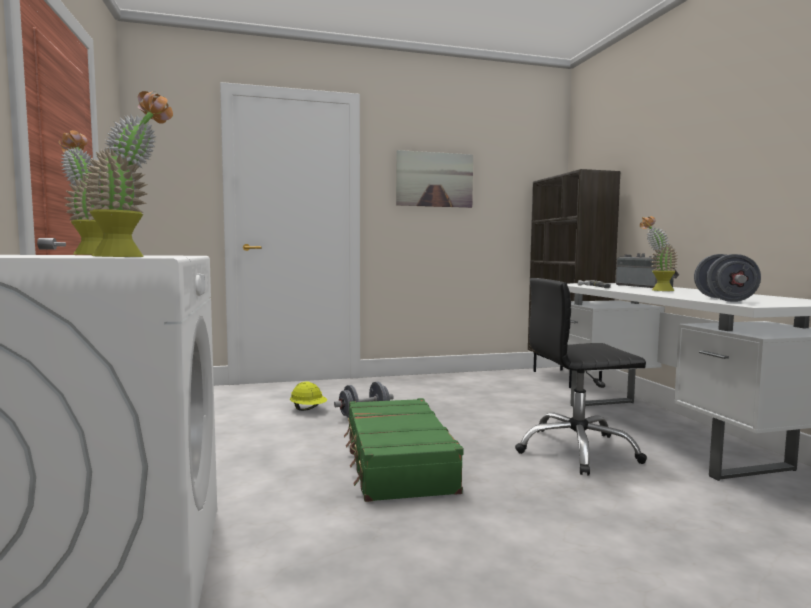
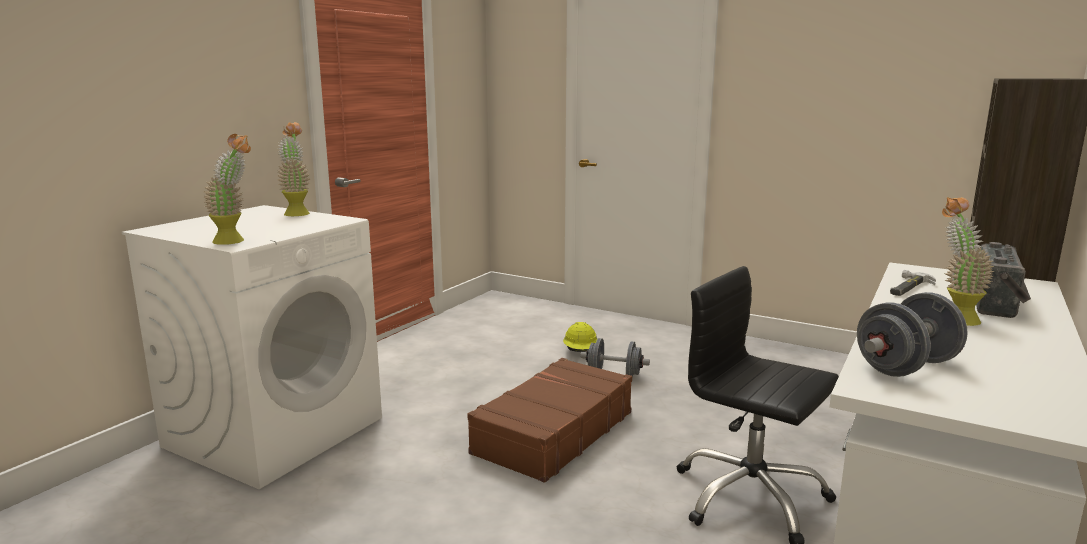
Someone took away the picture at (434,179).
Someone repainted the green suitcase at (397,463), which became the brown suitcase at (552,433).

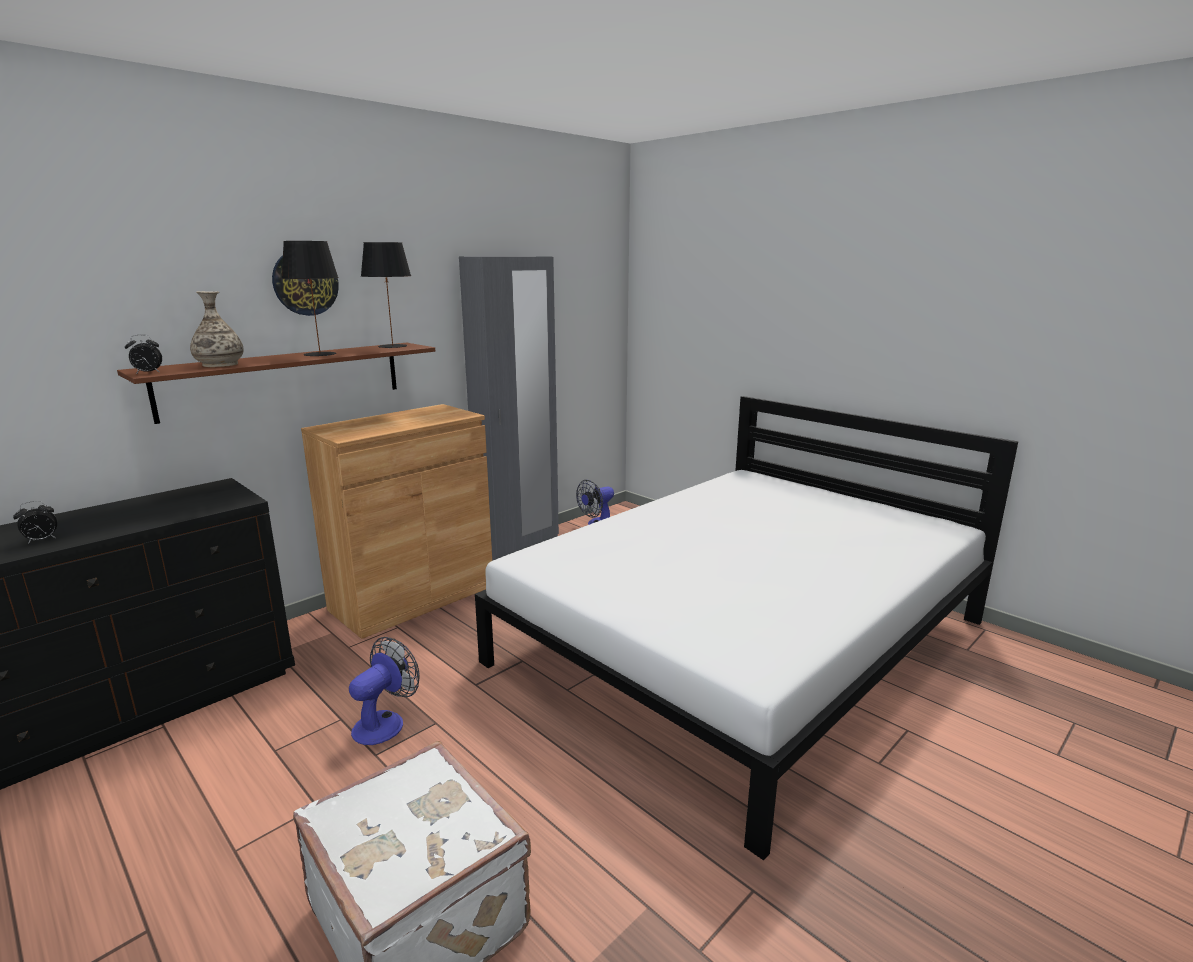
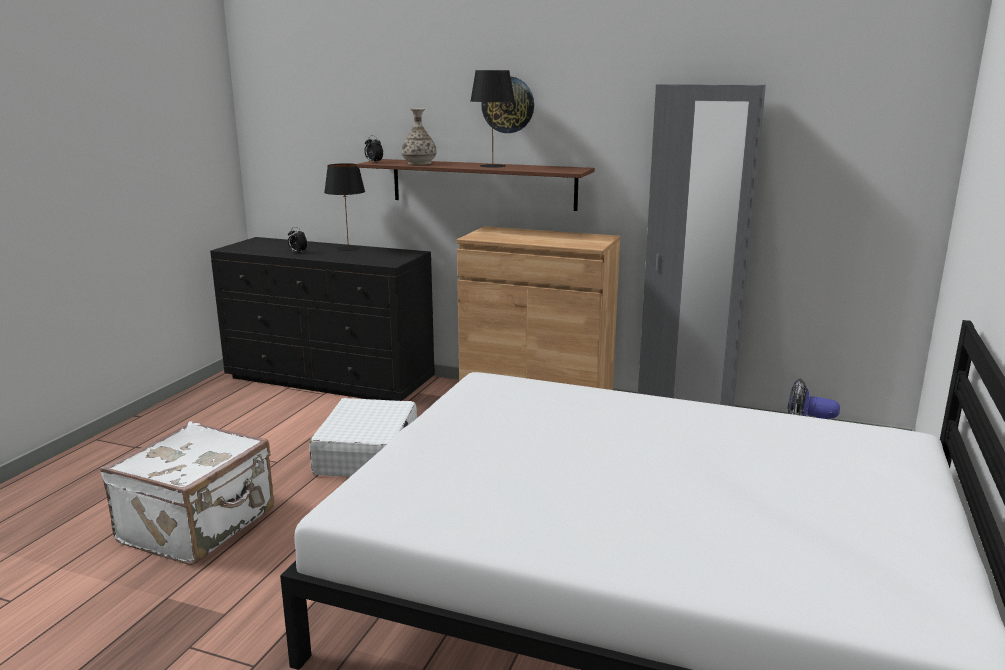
Someone carried the black table lamp from (392,346) to (348,248).
Someone swapped the fan at (385,722) for the white suitcase at (368,453).

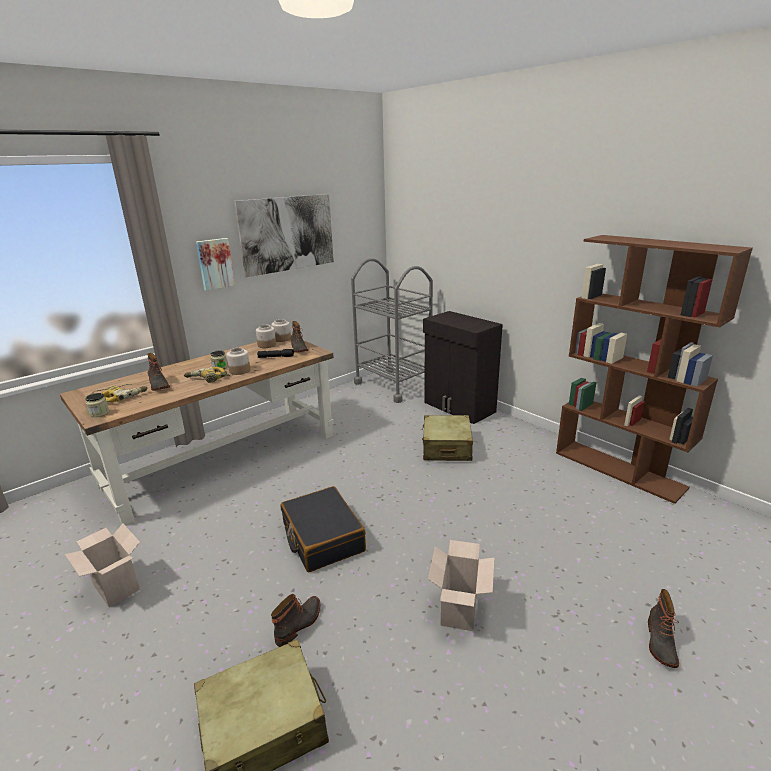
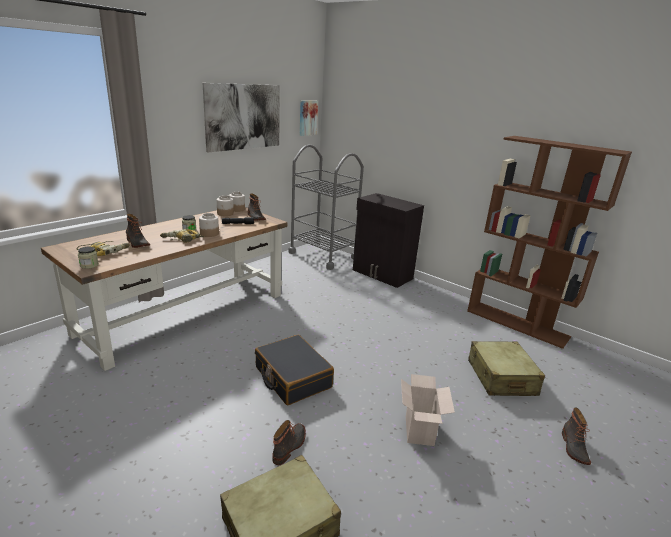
Someone carried the picture from (215,263) to (307,117).
Someone carried the beige suitcase from (446,447) to (501,378).
Someone took away the cardboard box at (114,587).

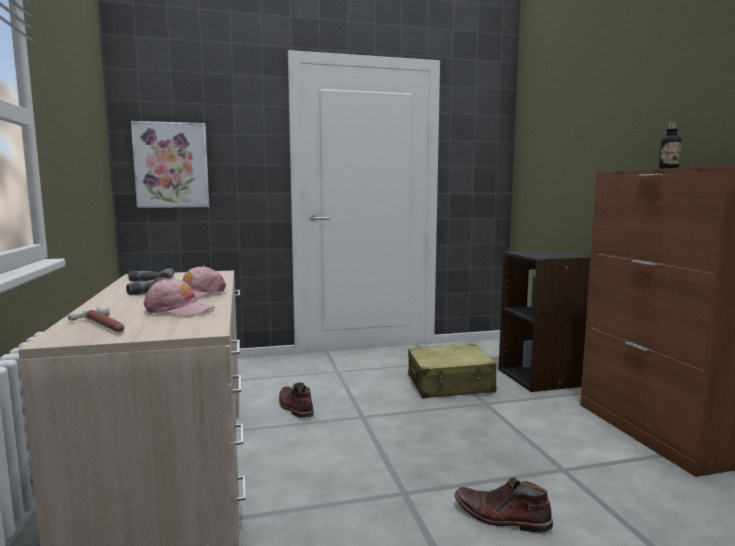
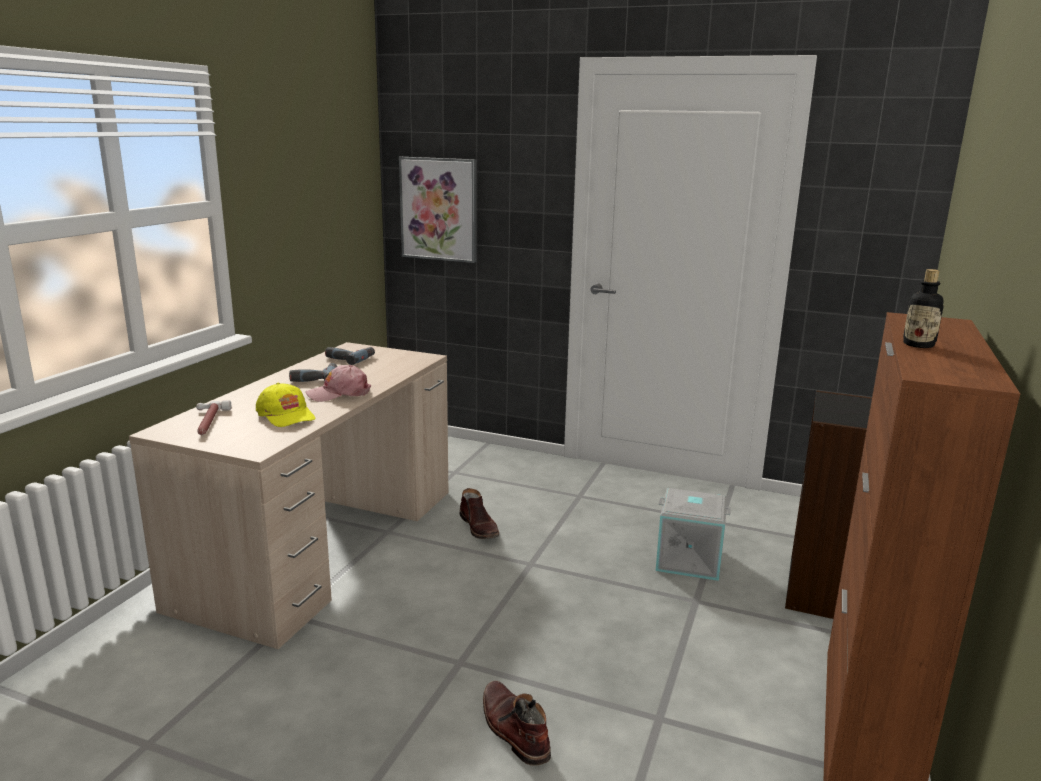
Someone repainted the pink cap at (179,310), which became the yellow cap at (286,415).
Someone swapped the beige suitcase at (450,384) for the grey storage box at (689,559).
Someone rotated the brown boot at (294,407) by 150 degrees clockwise.

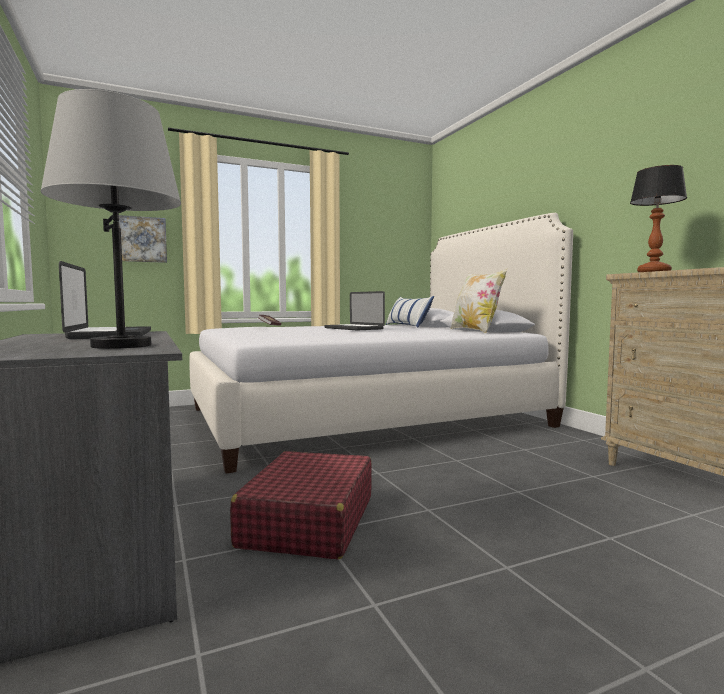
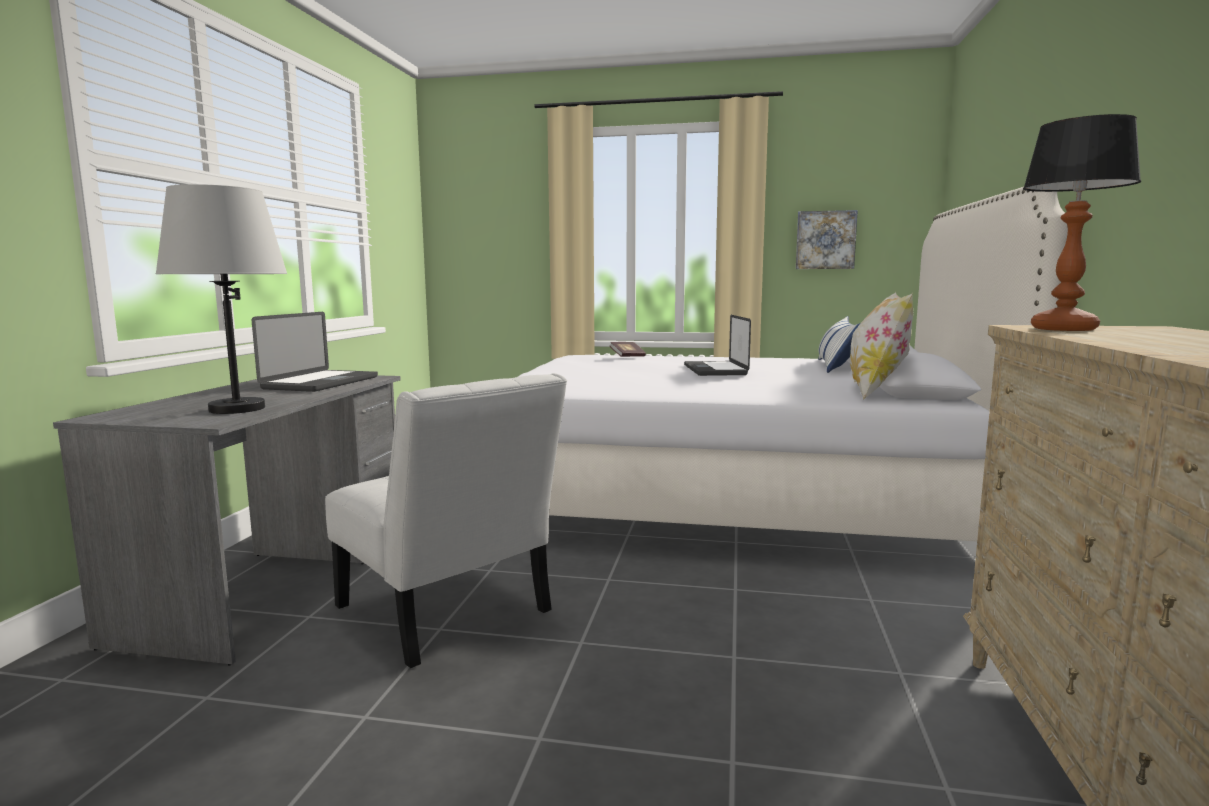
Someone carried the picture from (142,239) to (825,240).
Someone swapped the red suitcase at (308,521) for the white chair at (448,614).

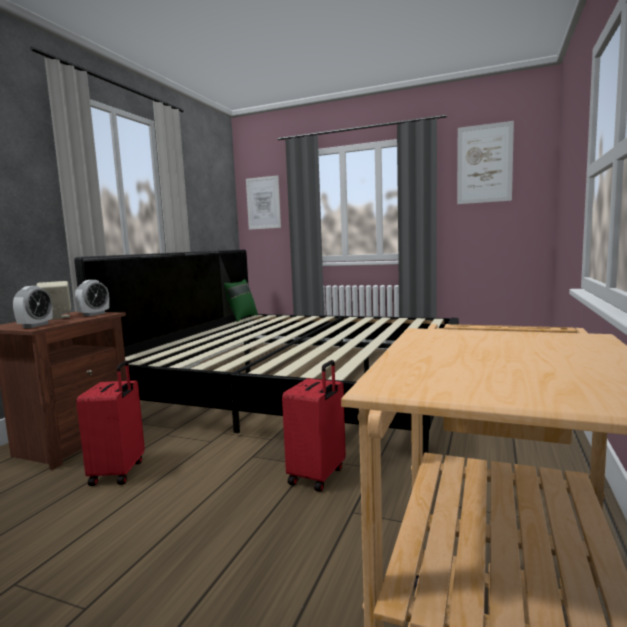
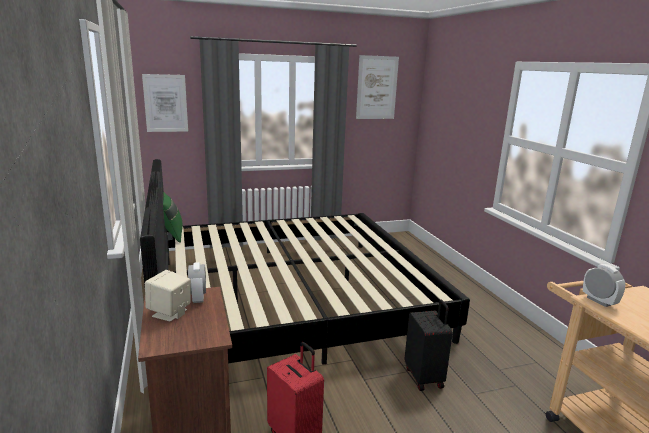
Someone carried the alarm clock from (35,325) to (599,301).
Someone repainted the red suitcase at (318,476), which became the black suitcase at (424,377).

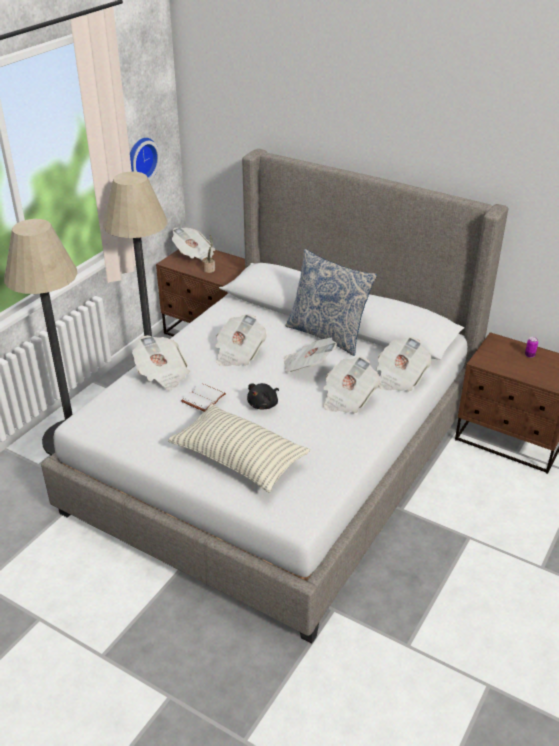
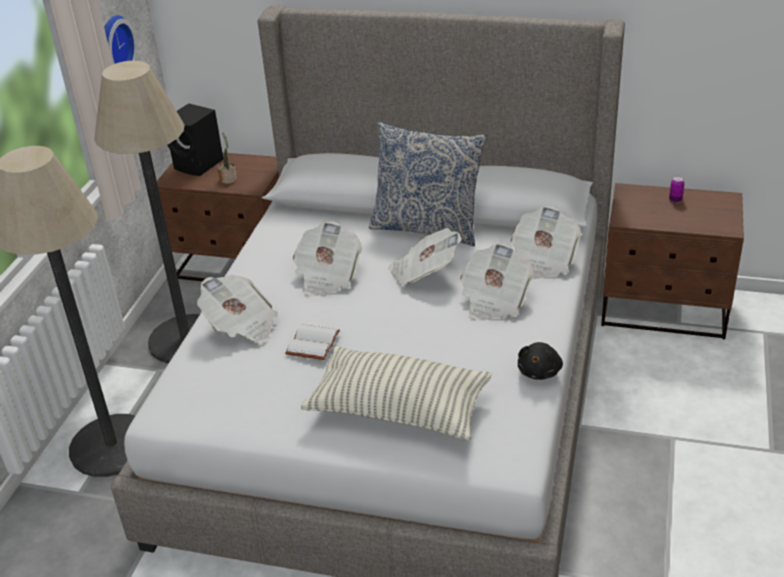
Someone swapped the newspaper at (194,255) for the black speaker at (199,165).
Someone carried the black plush toy from (264,404) to (540,371).

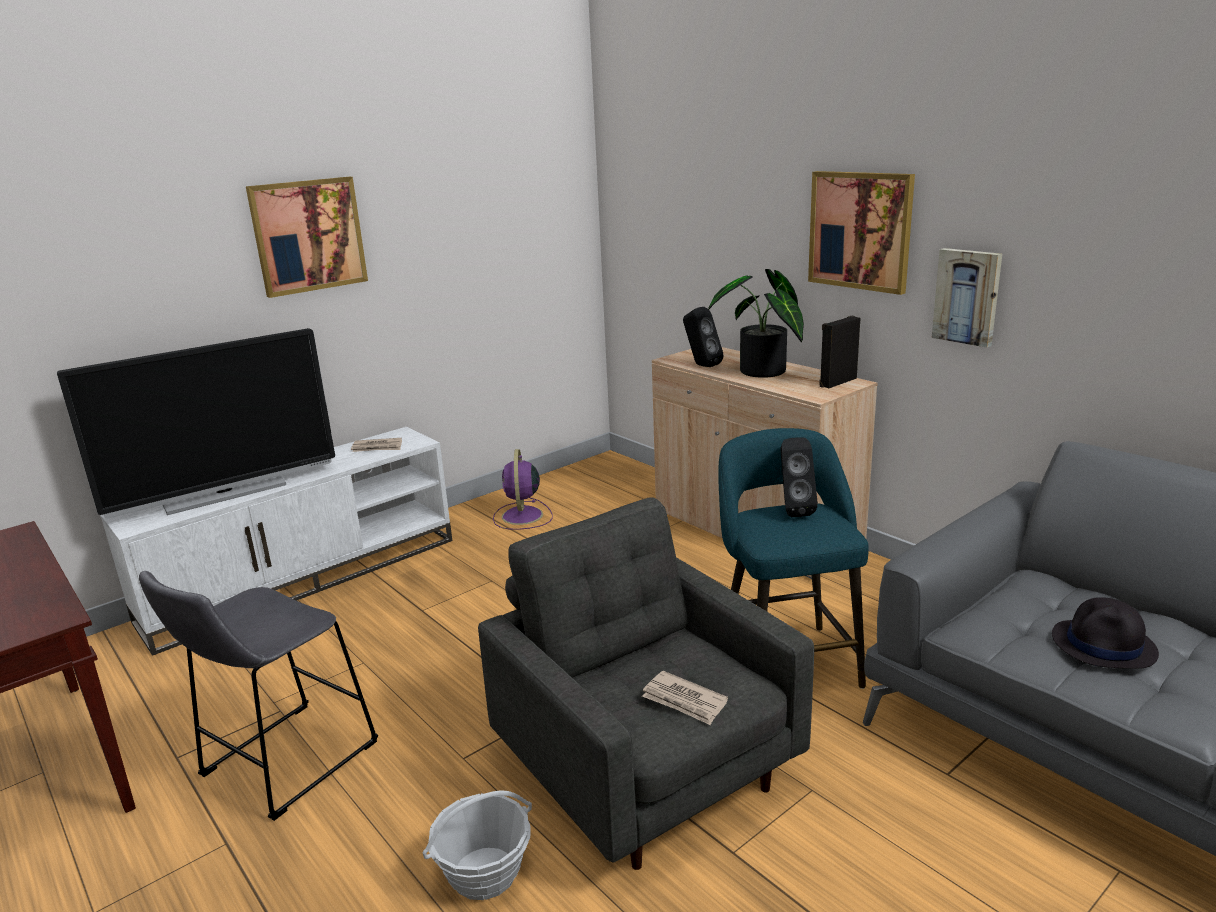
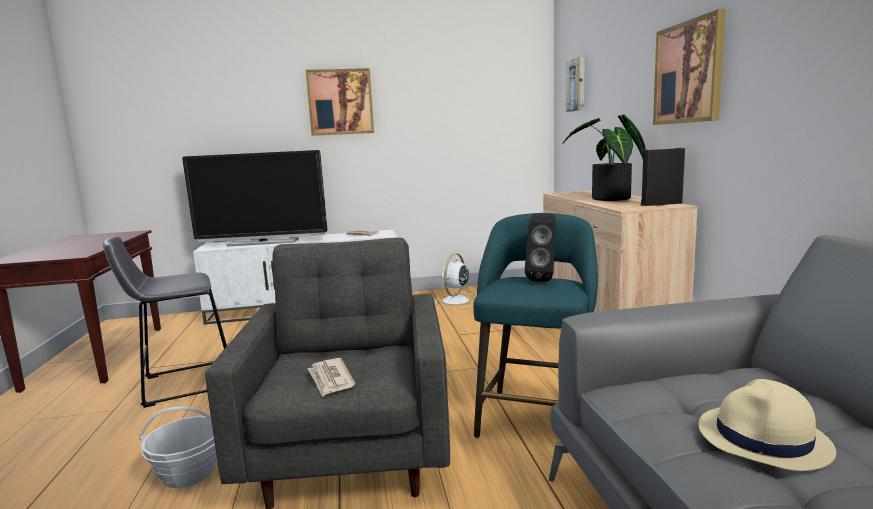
Someone carried the picture from (967,296) to (577,85).
Someone took away the black speaker at (701,365).
Someone repainted the purple fan at (522,516), which became the white fan at (455,301).
Someone repainted the black hat at (1104,645), which became the beige hat at (763,439).

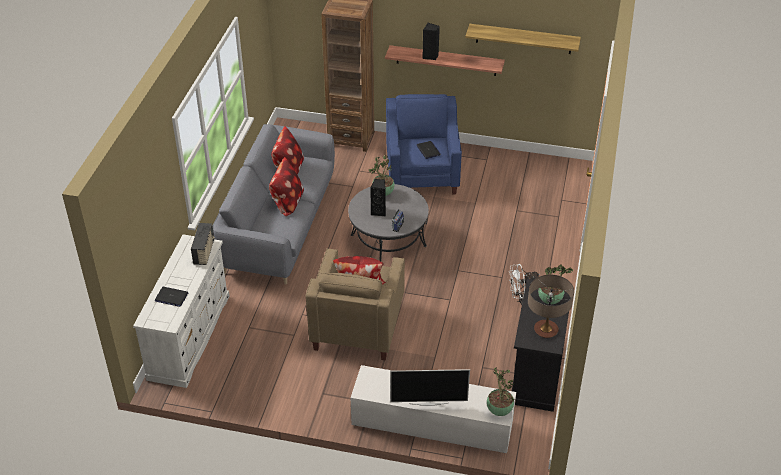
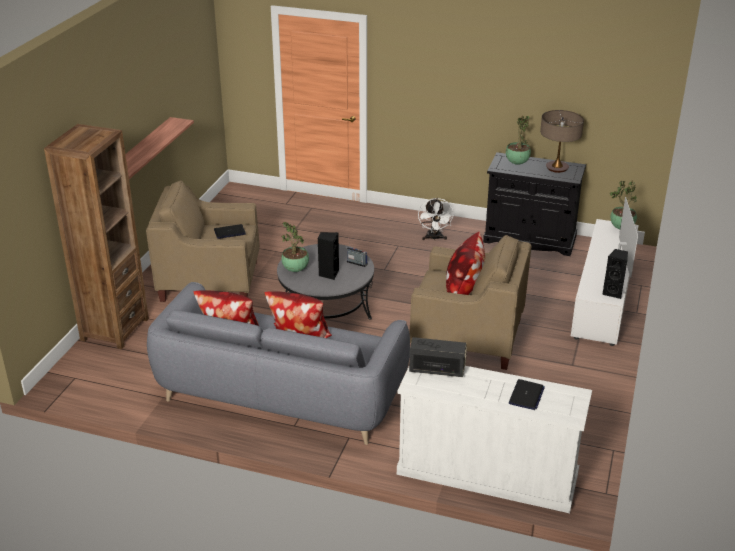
Someone carried the black speaker from (430,56) to (613,293).
Someone took away the shelf at (523,39).
Someone repainted the blue armchair at (422,173), which became the beige armchair at (210,281).

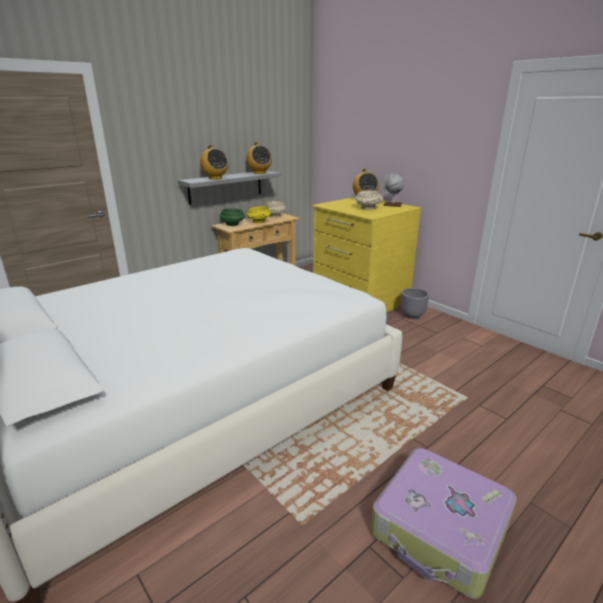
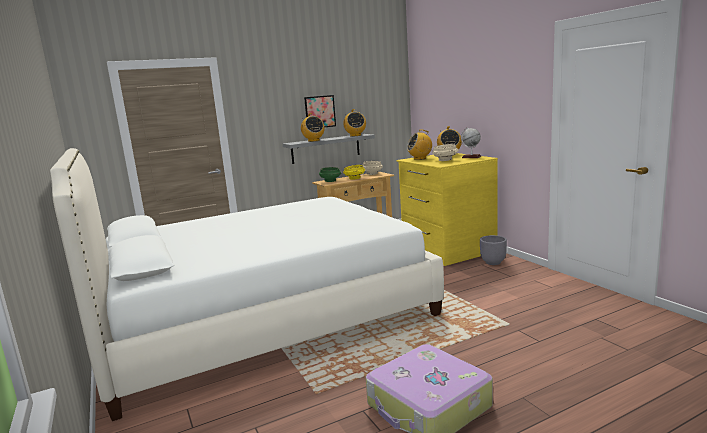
Someone put up the picture at (320,112).
Someone put down the radio at (420,158).

